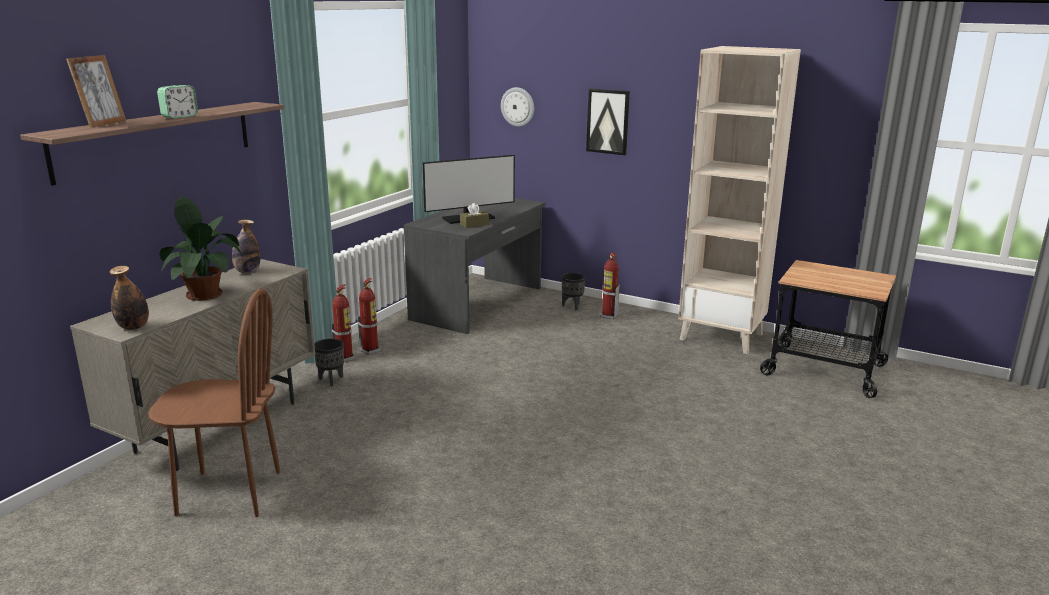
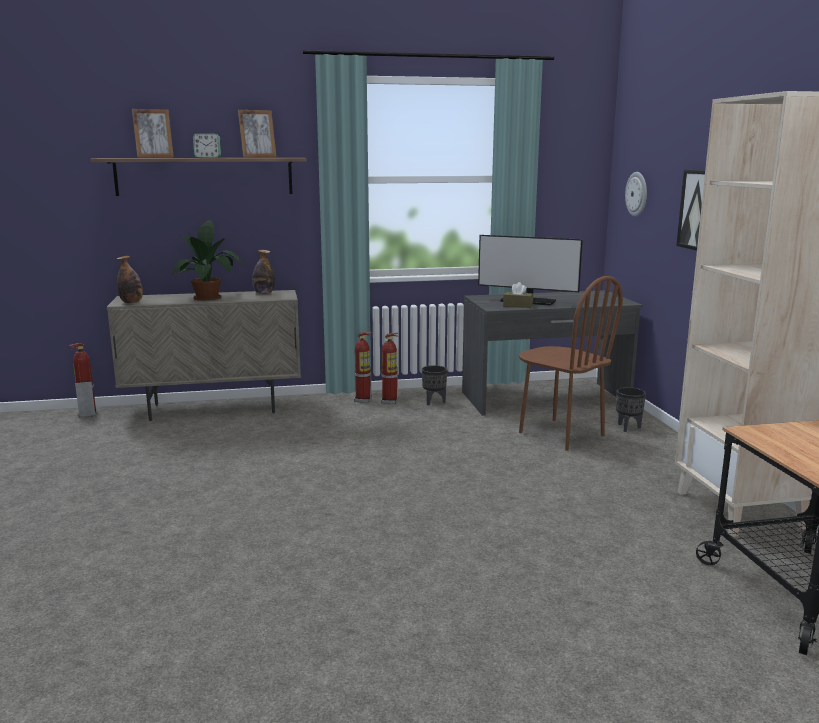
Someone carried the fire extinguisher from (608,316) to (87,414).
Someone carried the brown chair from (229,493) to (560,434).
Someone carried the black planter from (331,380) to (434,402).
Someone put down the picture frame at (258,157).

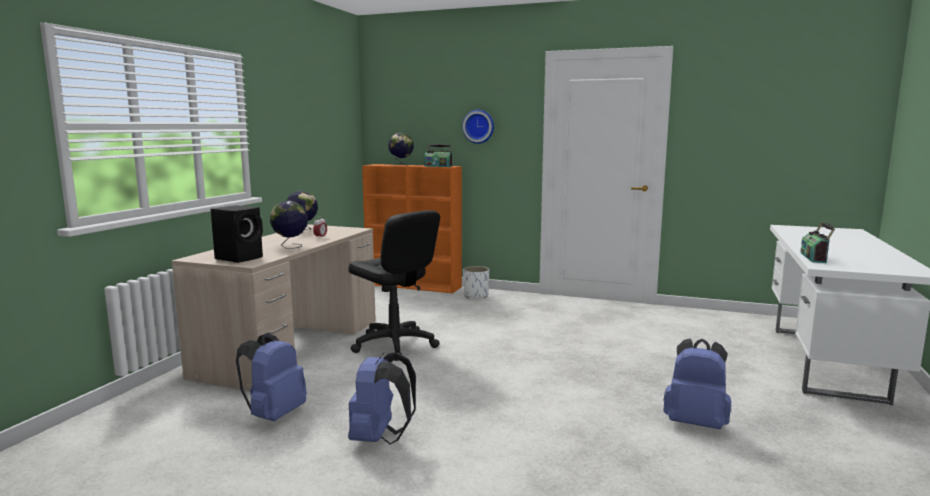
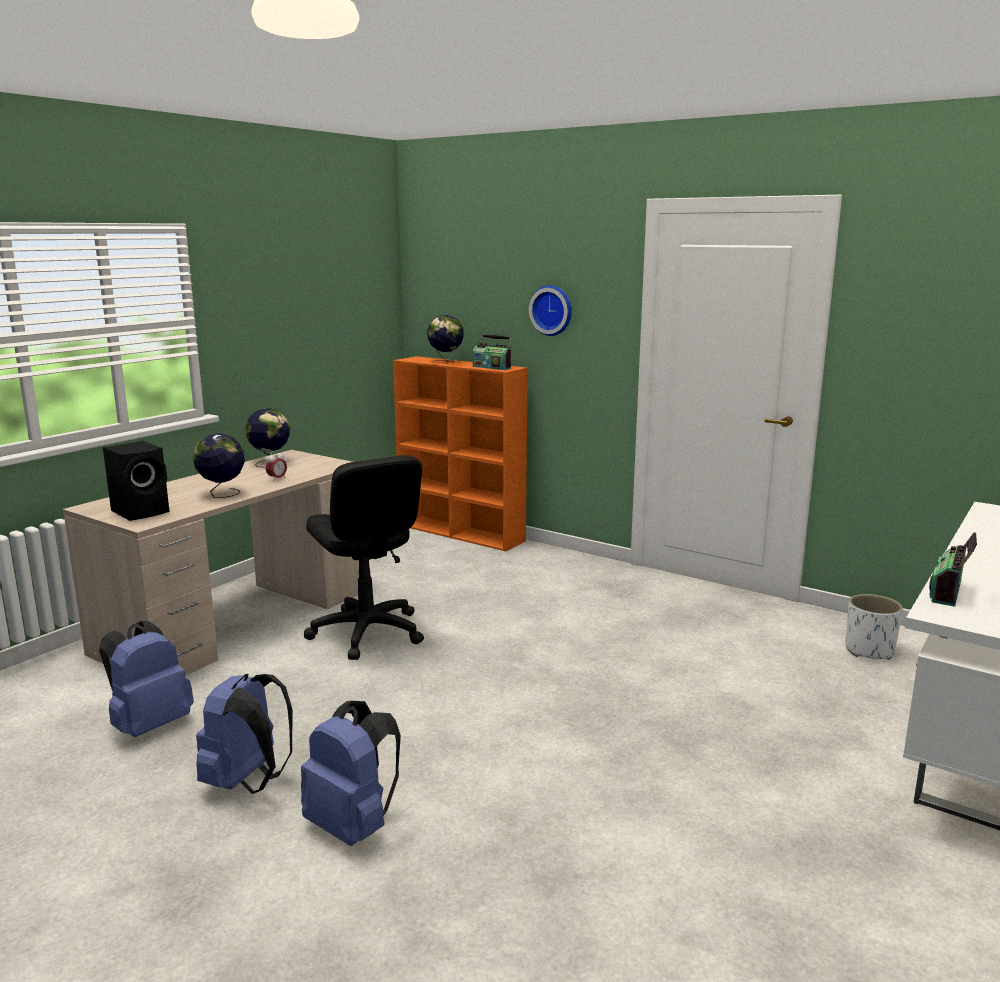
Someone carried the white planter from (476,295) to (869,650).
Someone carried the blue backpack from (695,423) to (353,826).

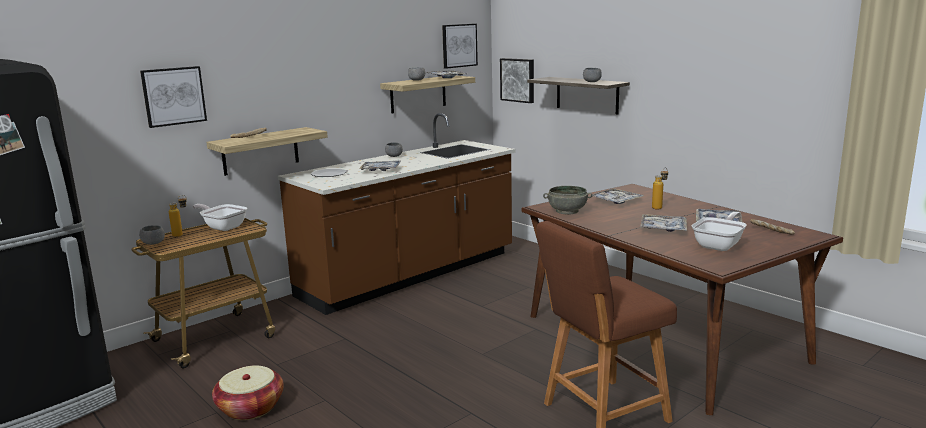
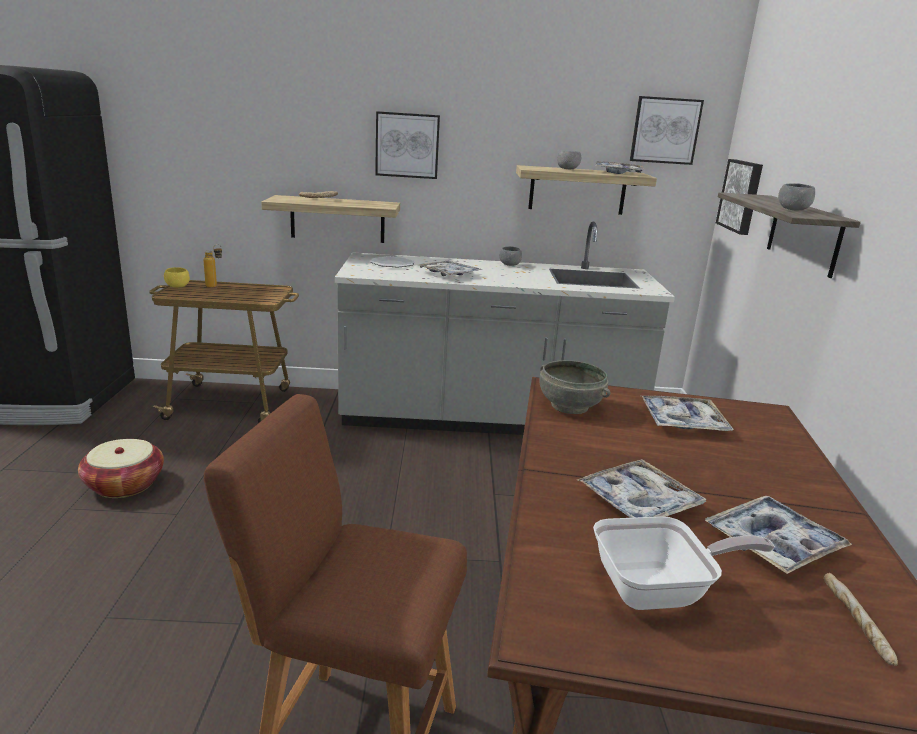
Someone carried the picture from (173,96) to (407,145).
Someone repainted the brown counter at (410,275), which became the grey counter at (489,420).
Someone took away the bottle at (659,207).
Someone took away the frying pan at (223,227).
Someone repainted the grey bowl at (153,243), which became the yellow bowl at (177,286).

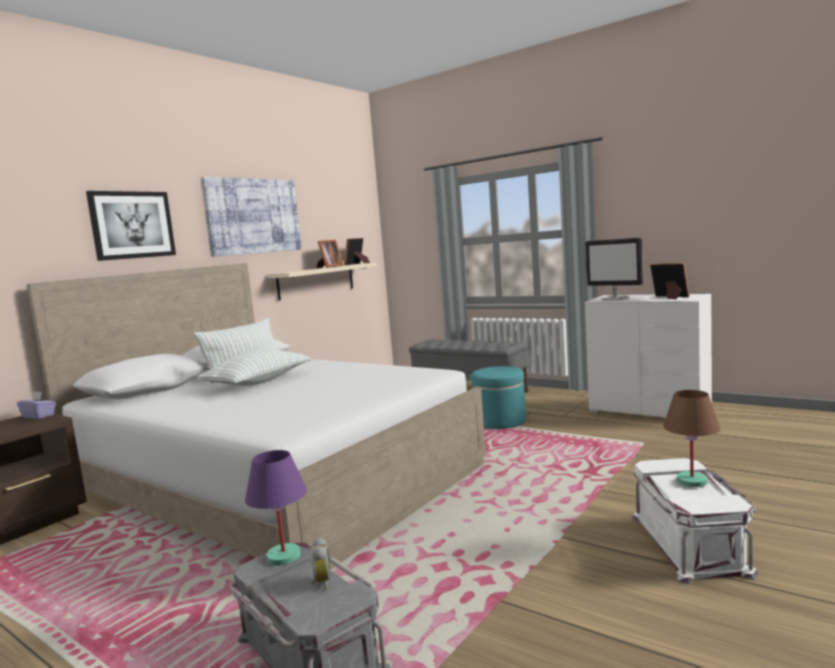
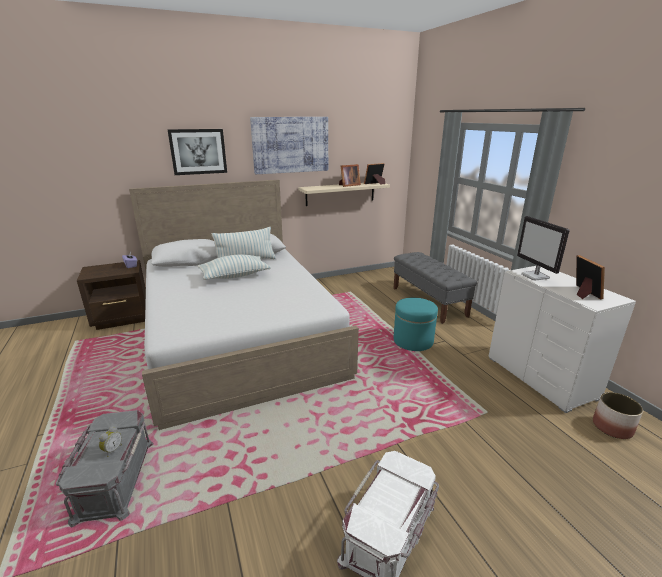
Someone took away the brown table lamp at (692,481).
Someone took away the purple table lamp at (284,557).
Someone put down the planter at (612,427).

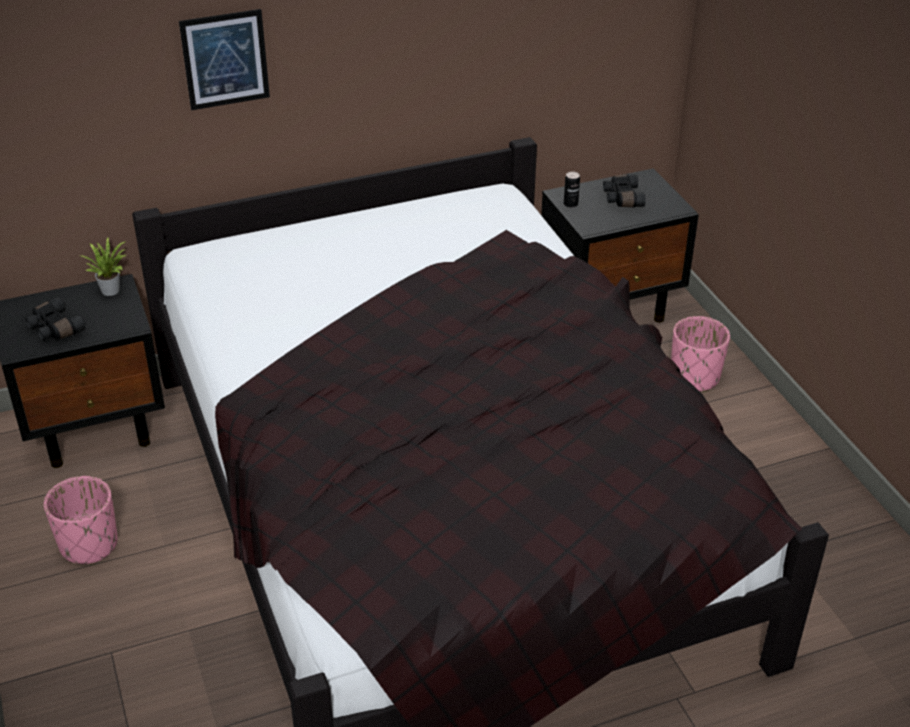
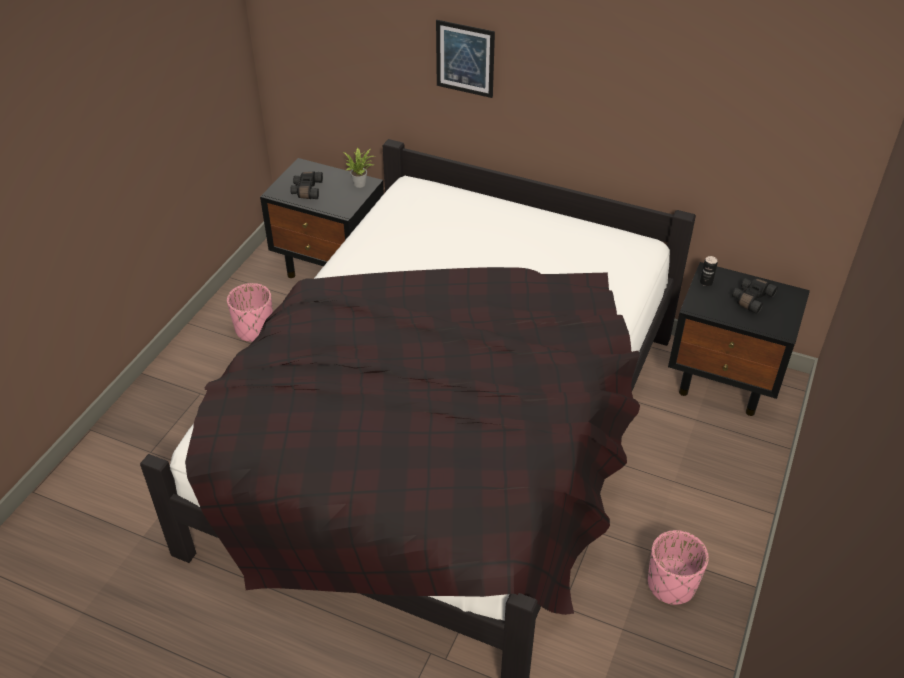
Someone carried the pink planter from (694,377) to (670,584).

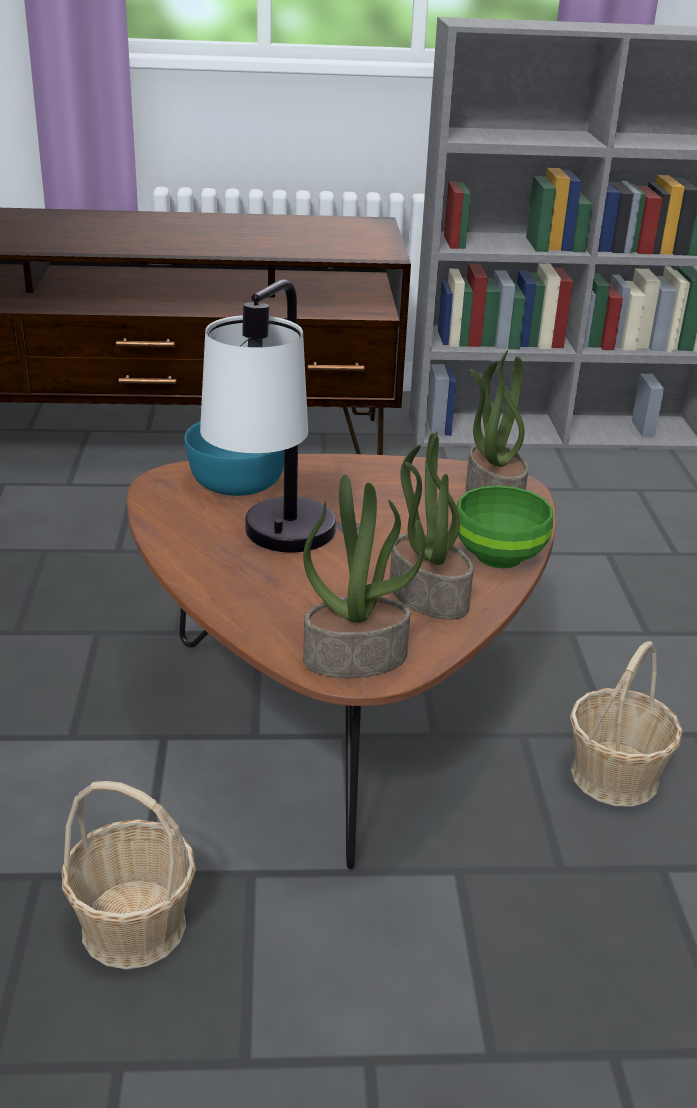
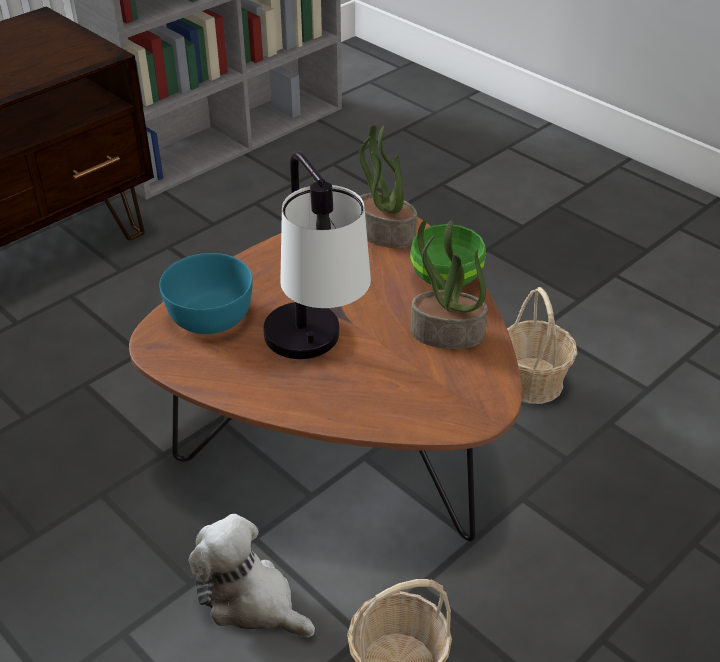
Someone took away the potted plant at (356,656).
Someone put down the plush toy at (250,600).

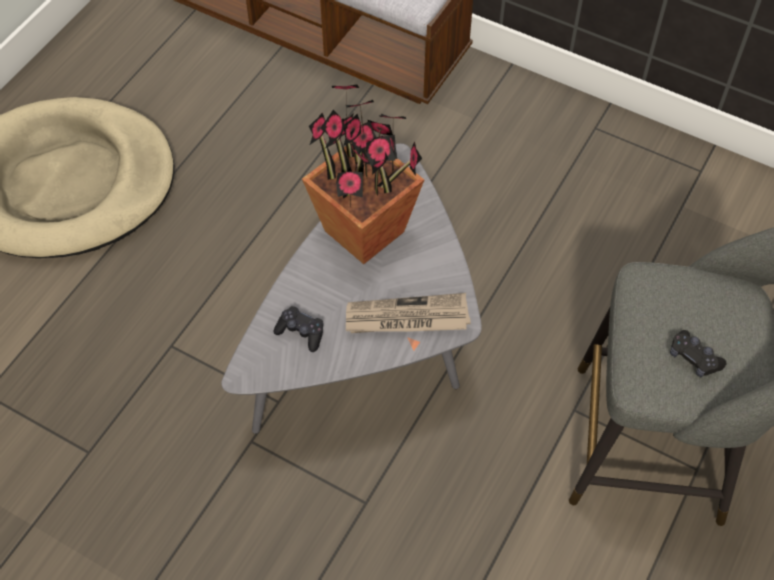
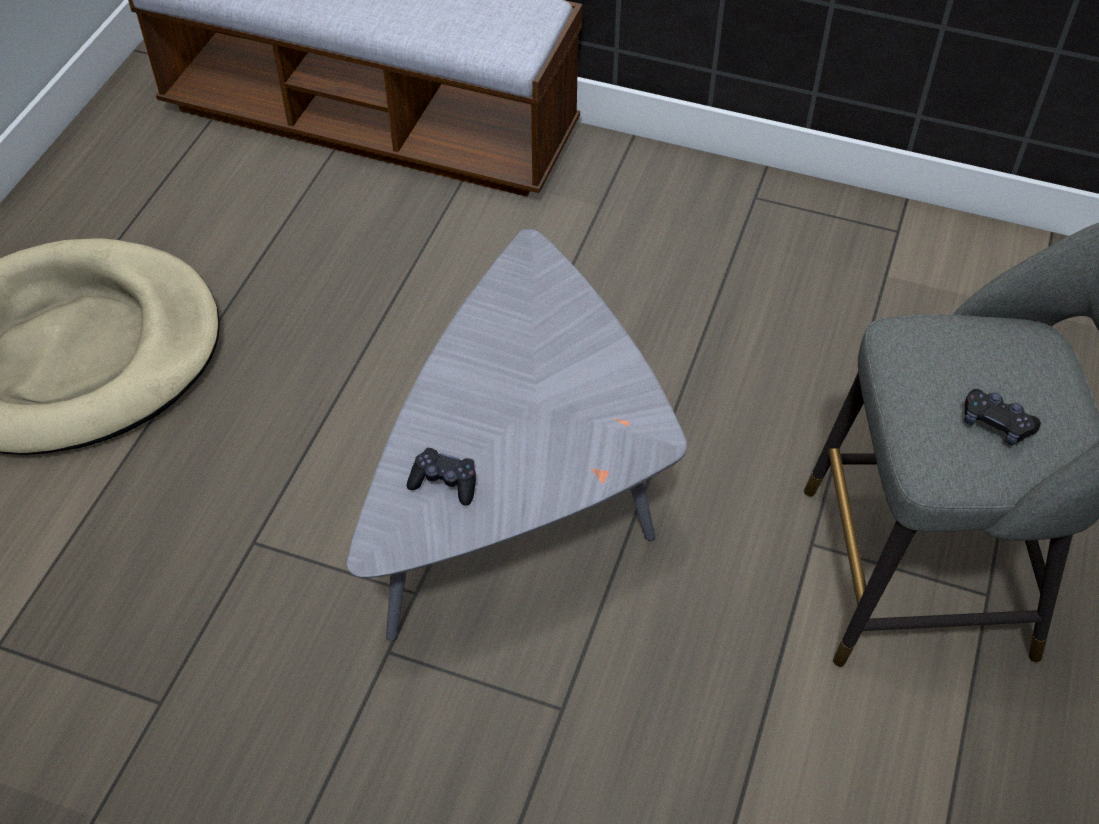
Someone took away the potted plant at (365,232).
Someone took away the newspaper at (406,318).

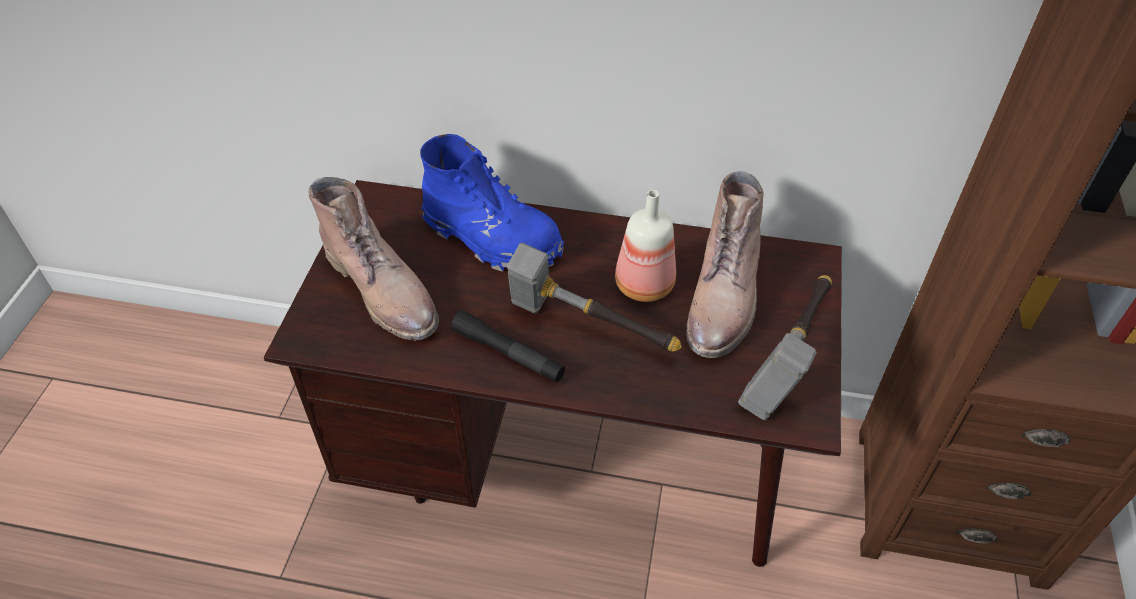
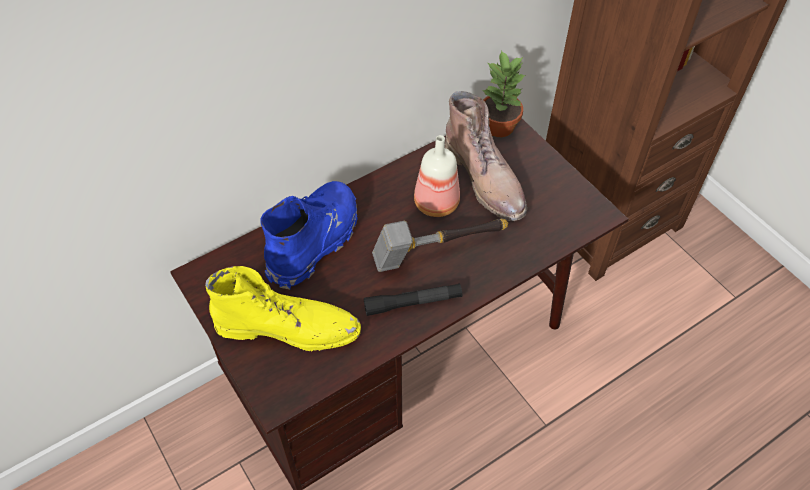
Someone rotated the blue boot at (492,239) by 45 degrees counterclockwise.
Someone repainted the brown boot at (384,290), which became the yellow boot at (289,326).
Someone took away the hammer at (789,359).
Someone put down the potted plant at (499,126).

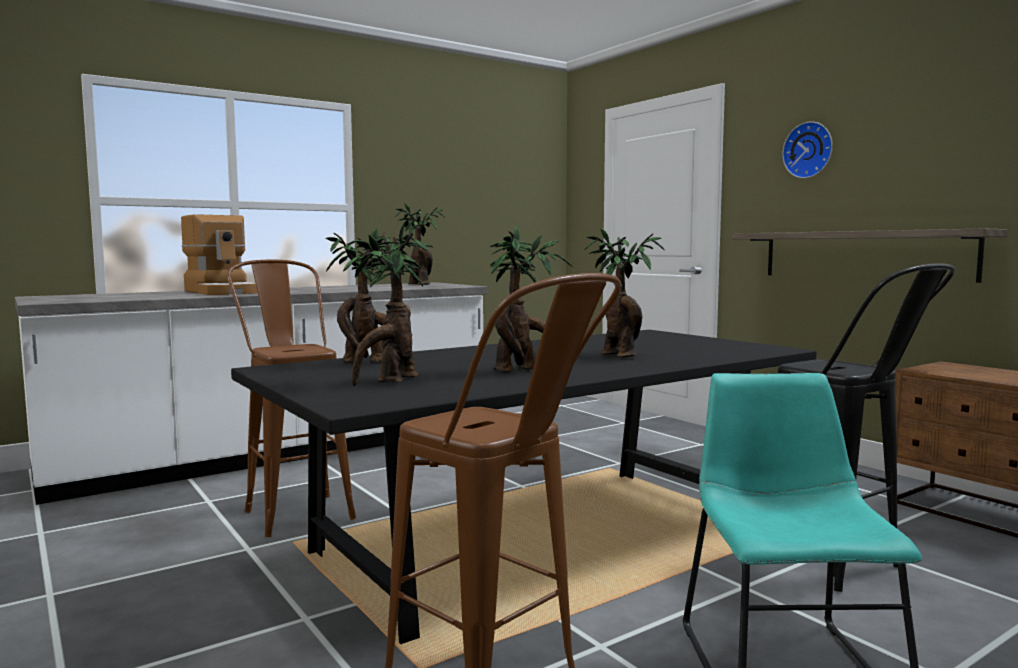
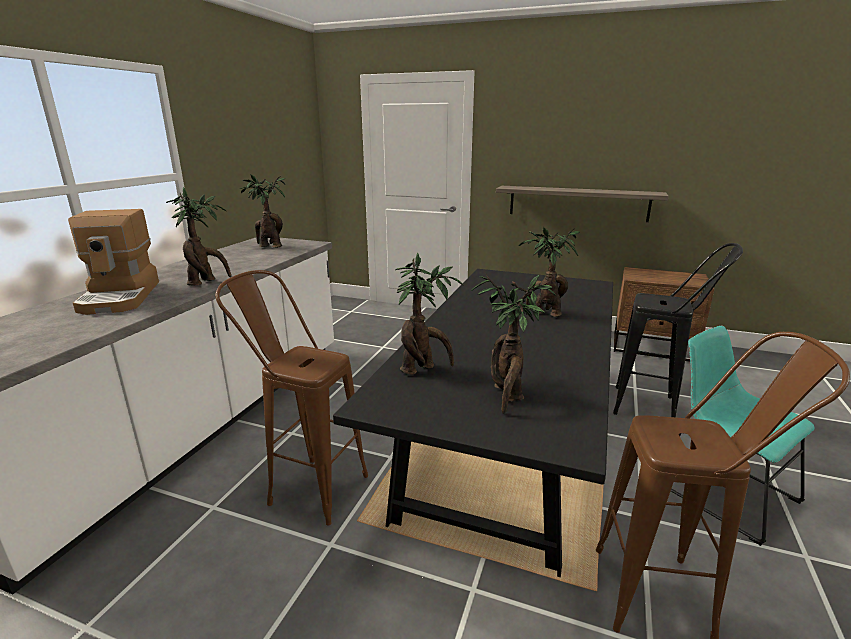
Someone took away the wall clock at (809,150).
Someone rotated the coffee machine at (222,292) by 60 degrees clockwise.
Someone carried the potted plant from (522,370) to (206,282).

